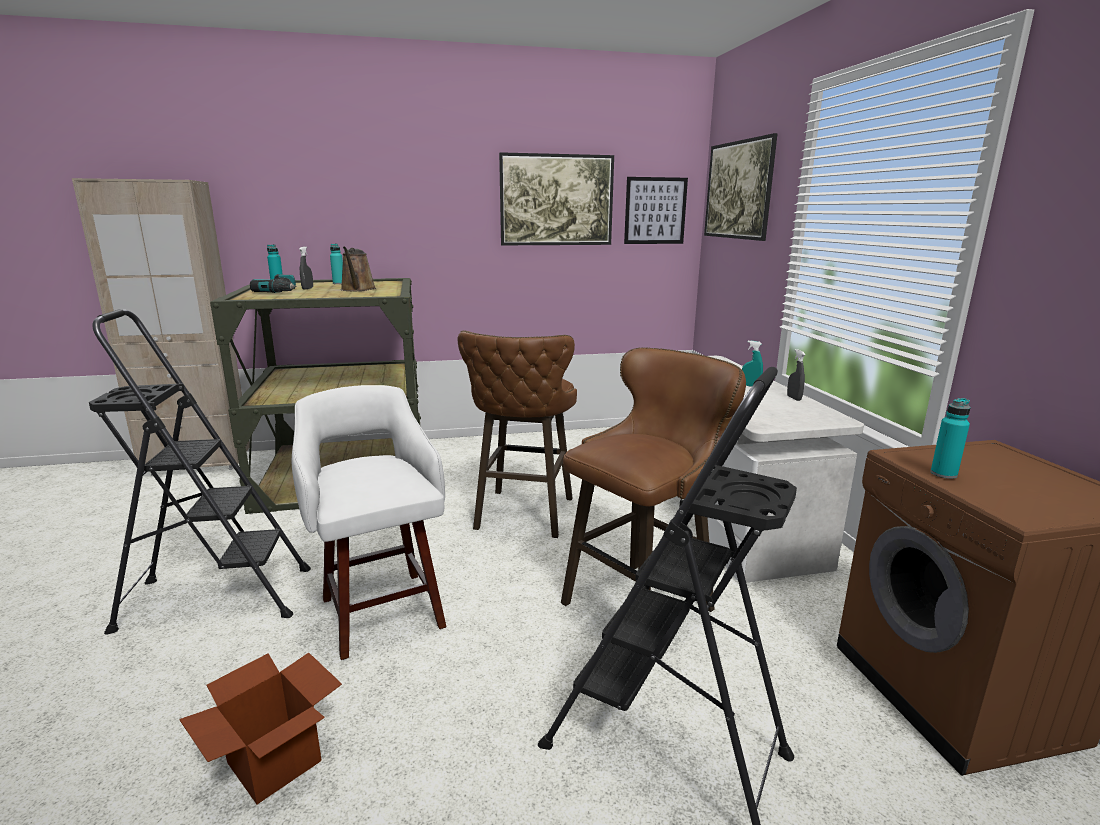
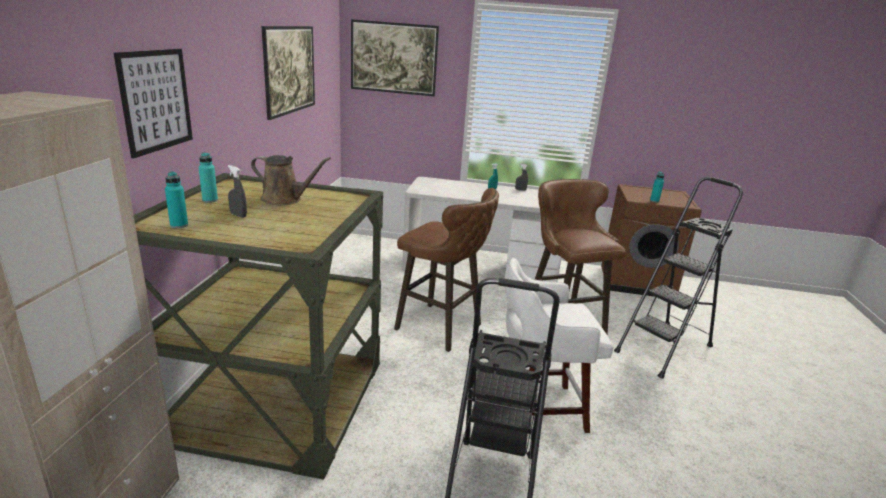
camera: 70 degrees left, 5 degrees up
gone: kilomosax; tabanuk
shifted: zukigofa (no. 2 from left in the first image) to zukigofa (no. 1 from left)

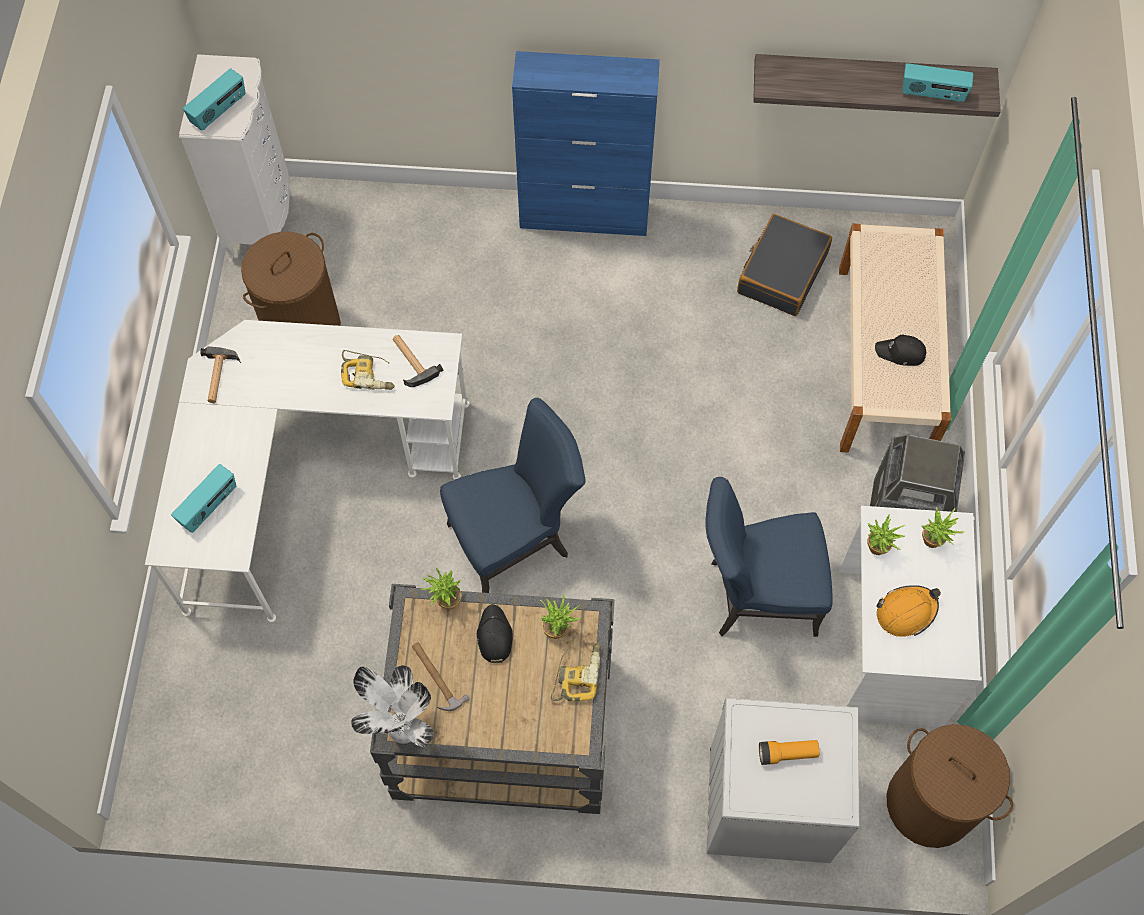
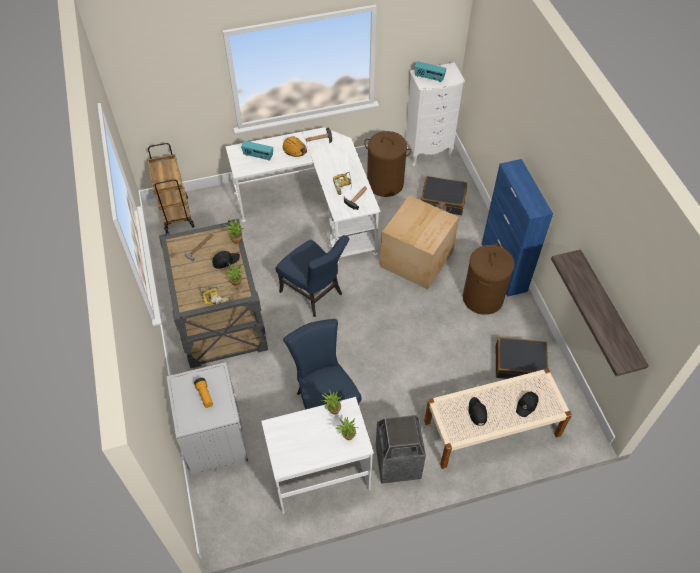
camera: 70 degrees right, 10 degrees down
gone: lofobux (no. 1 from left); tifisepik (no. 3 from left)
new: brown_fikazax; kilomosax; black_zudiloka (no. 1 from left); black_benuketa (no. 3 from left)
shifted: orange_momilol; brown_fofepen (no. 2 from left)

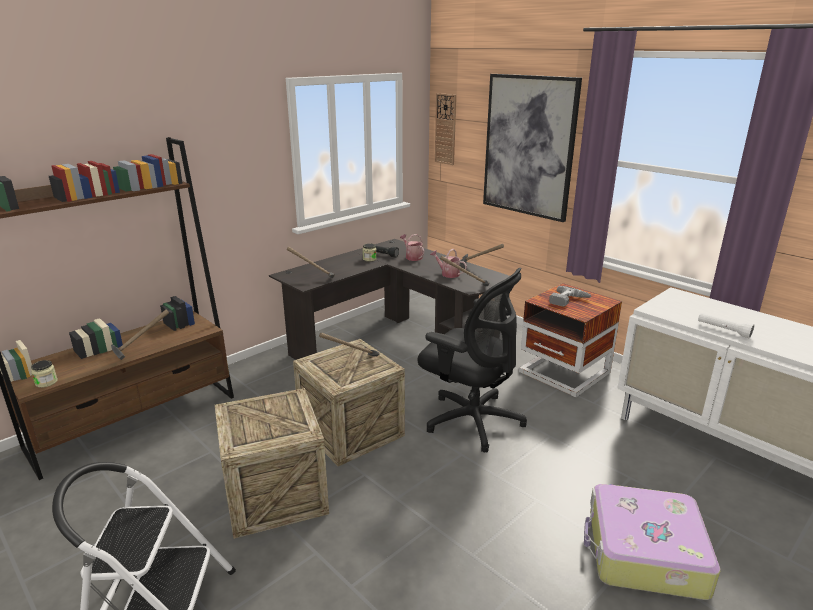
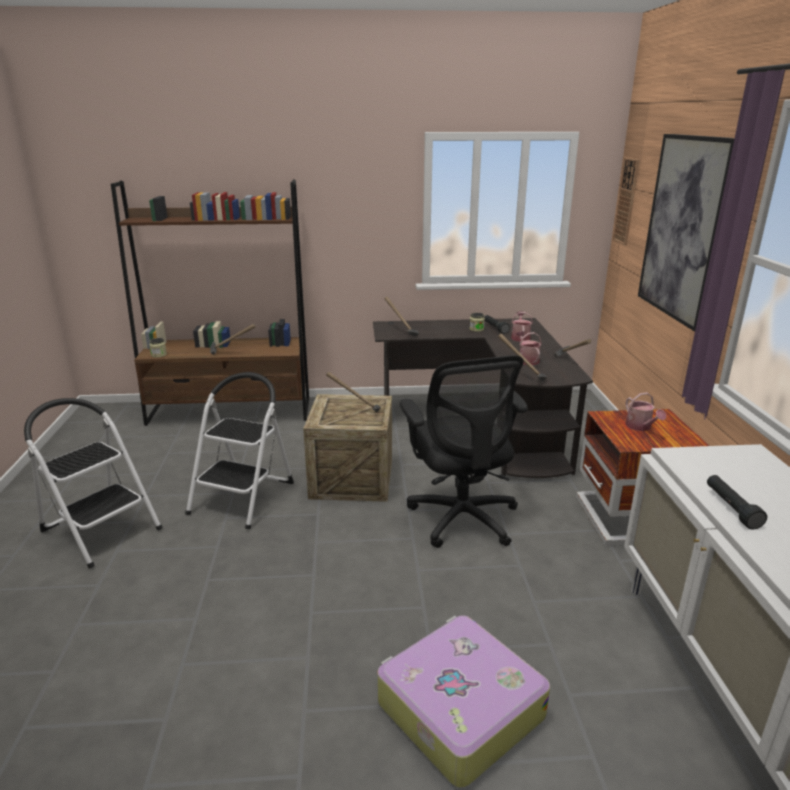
camera: 40 degrees right, 0 degrees up
swapped: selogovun (no. 1 from left) to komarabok (no. 2 from left); tabanuk to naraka (no. 3 from left)
repainted: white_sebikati to black_sebikati (no. 2 from left)

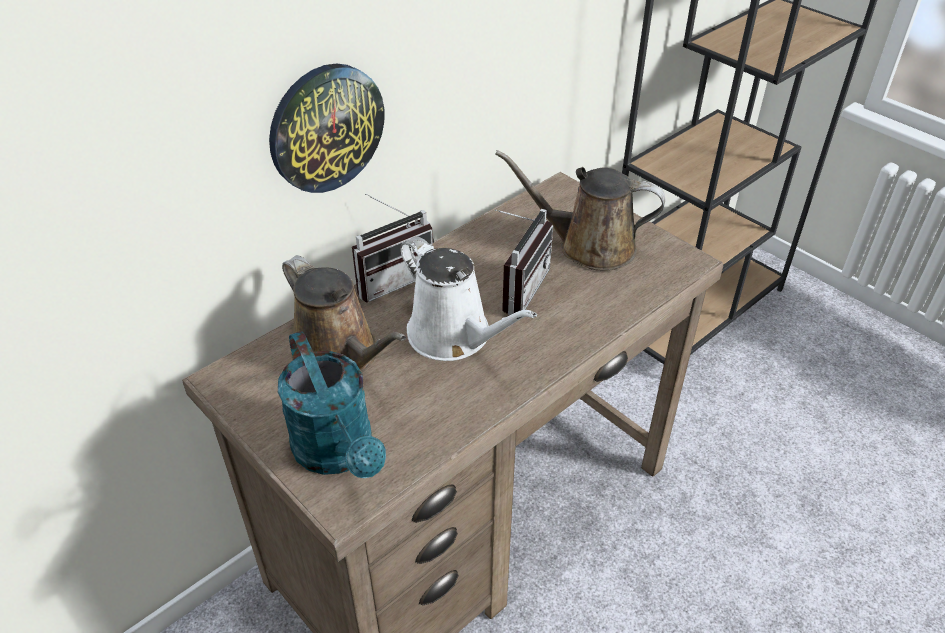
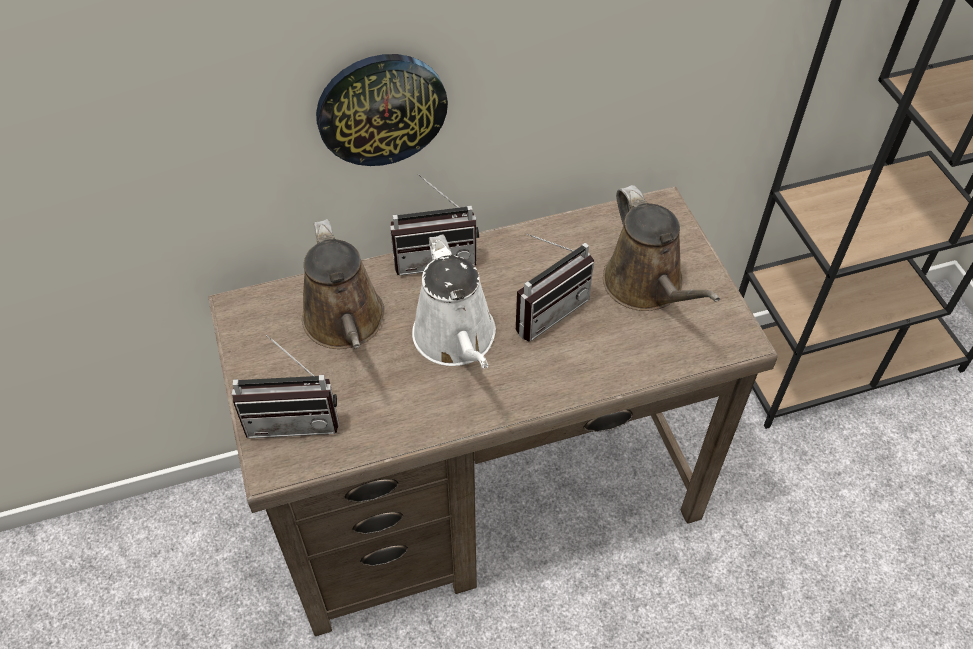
camera: 25 degrees right, 10 degrees up
swapped: turquoise_naraka to tifisepik (no. 1 from left)
rotated: brown_naraka (no. 2 from left) 150 degrees counterclockwise

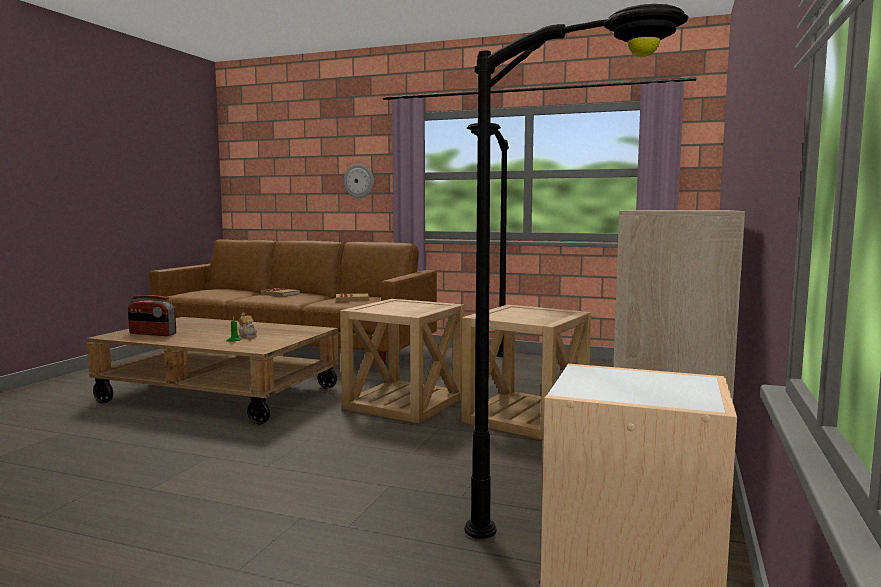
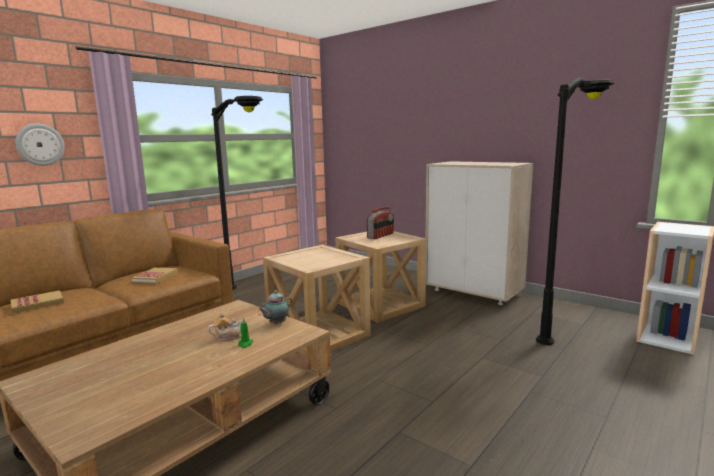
camera: 70 degrees left, 5 degrees up
new: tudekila (no. 2 from left)
shifted: tifisepik

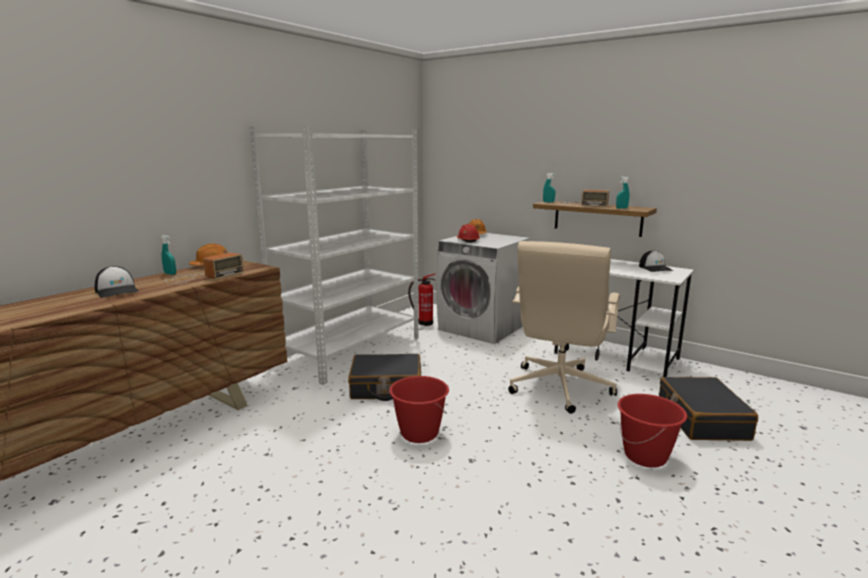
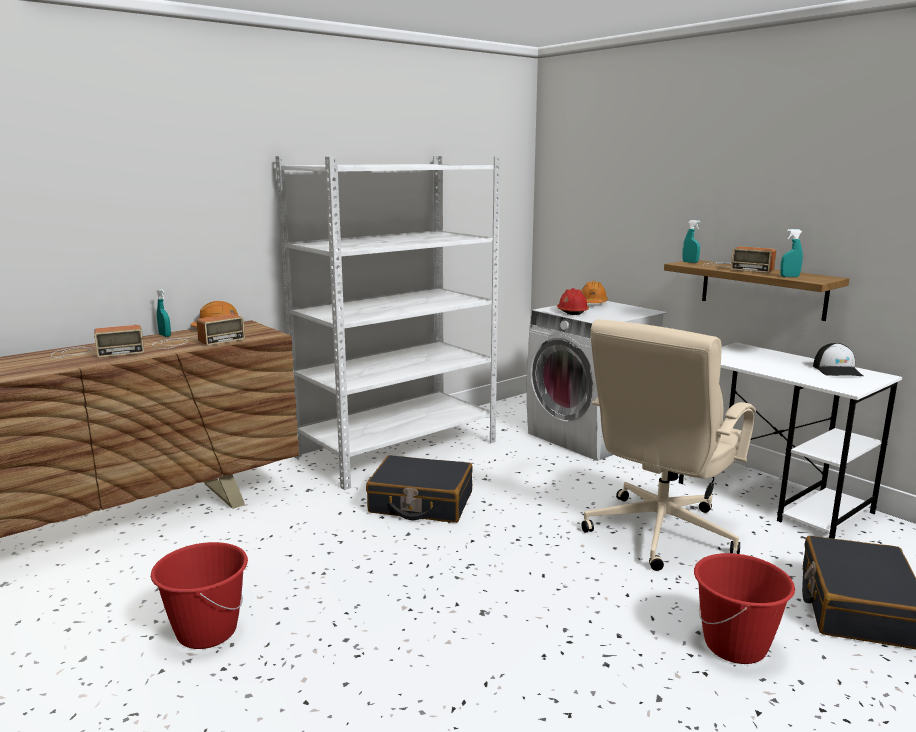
camera: 15 degrees right, 0 degrees up
gone: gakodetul
shifted: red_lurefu (no. 1 from left)
swapped: benuketa (no. 1 from left) to tifisepik (no. 1 from left)

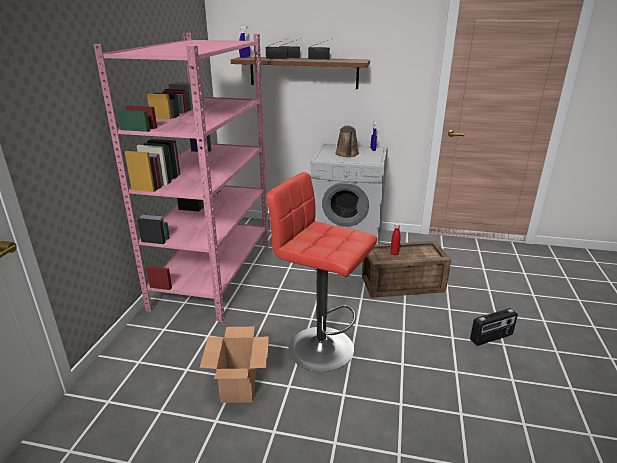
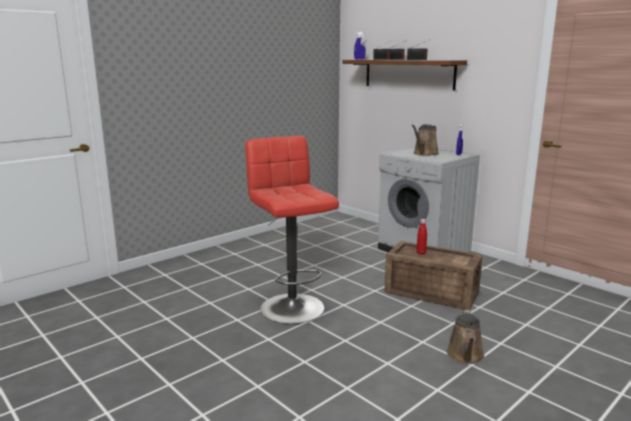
camera: 35 degrees right, 10 degrees down
gone: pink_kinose; kilomosax
swapped: tifisepik (no. 4 from left) to brown_naraka (no. 2 from left)

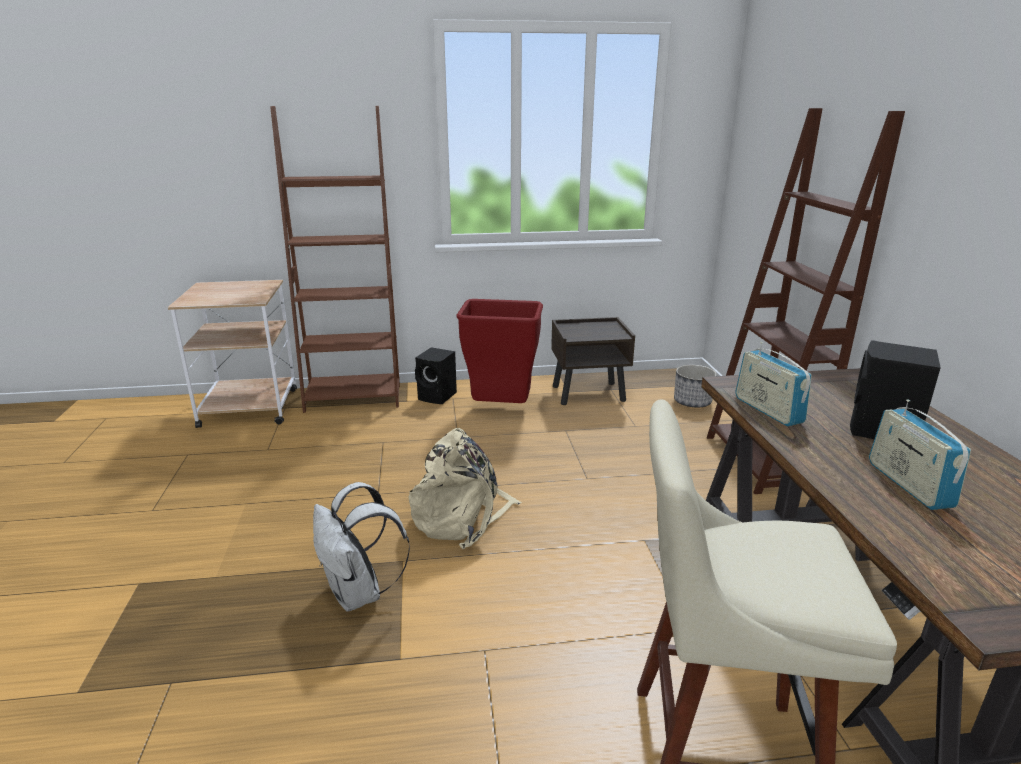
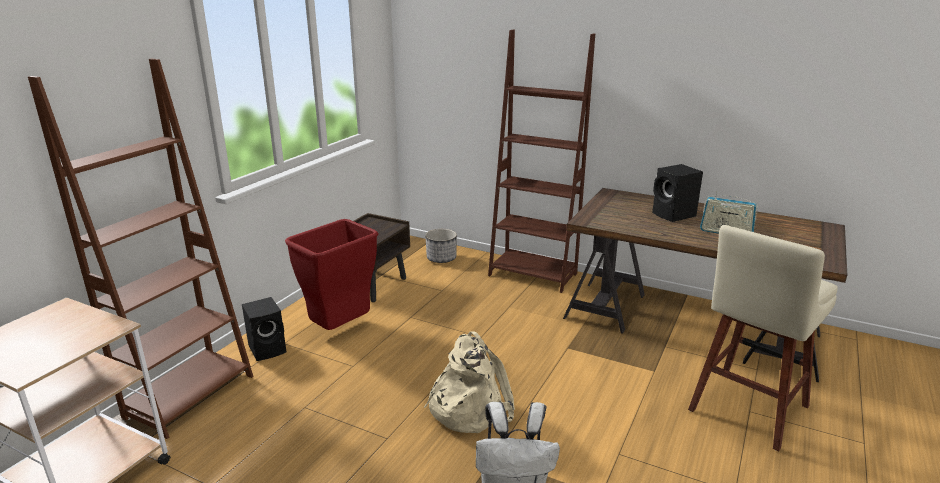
camera: 55 degrees left, 0 degrees up
gone: tifisepik (no. 1 from left)

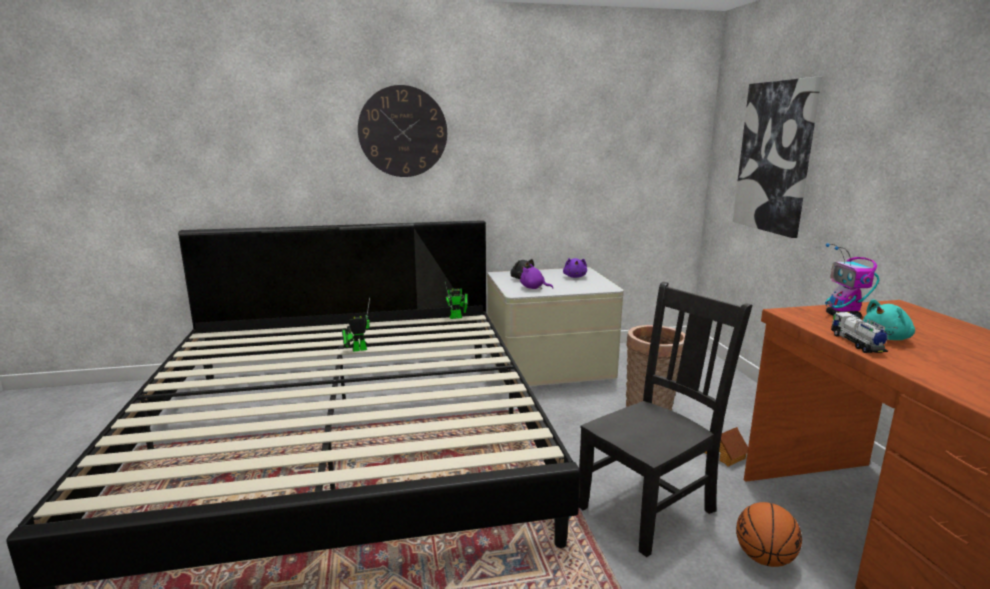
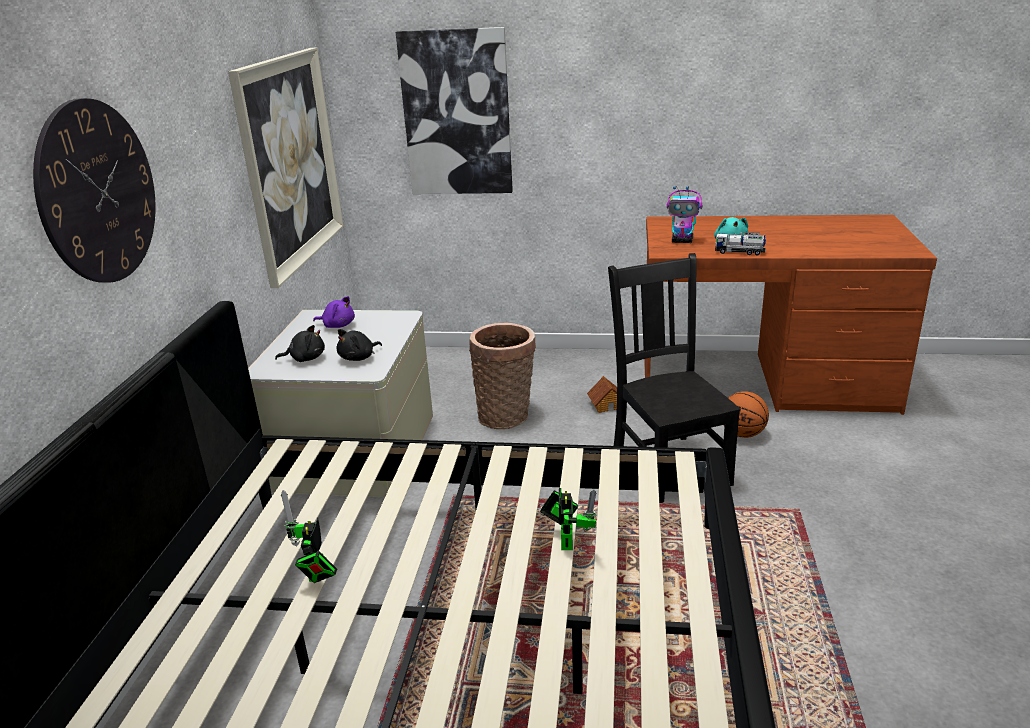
camera: 70 degrees left, 10 degrees up
new: zukigofa (no. 1 from left)
shifted: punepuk (no. 2 from left)
repainted: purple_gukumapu (no. 1 from left) to black_gukumapu (no. 2 from left)

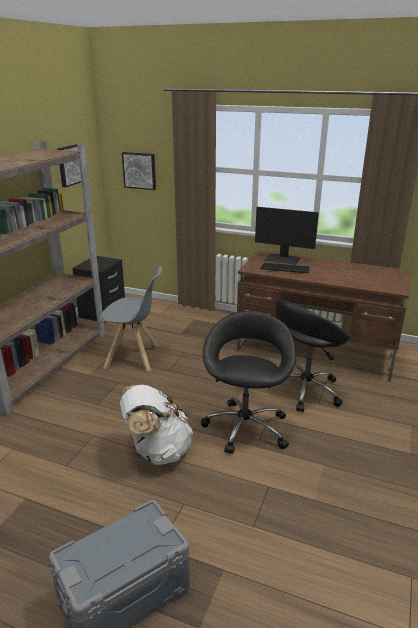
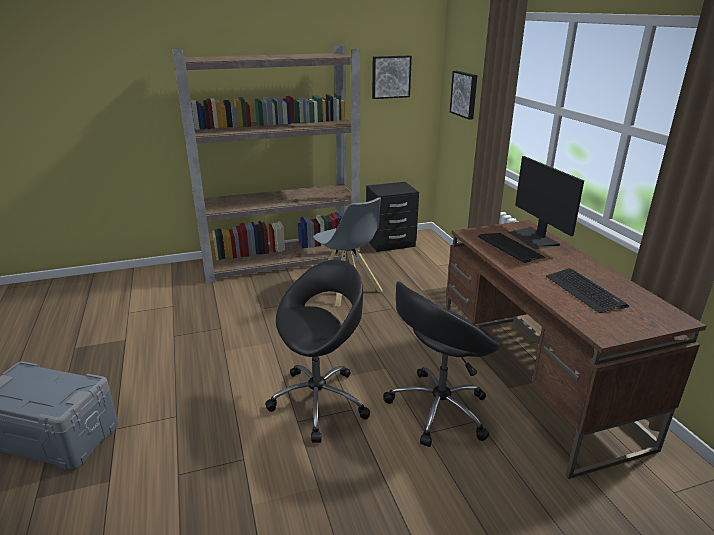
camera: 50 degrees right, 0 degrees up
gone: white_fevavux
new: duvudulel (no. 2 from left)
rotated: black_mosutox (no. 2 from left) 45 degrees counterclockwise

